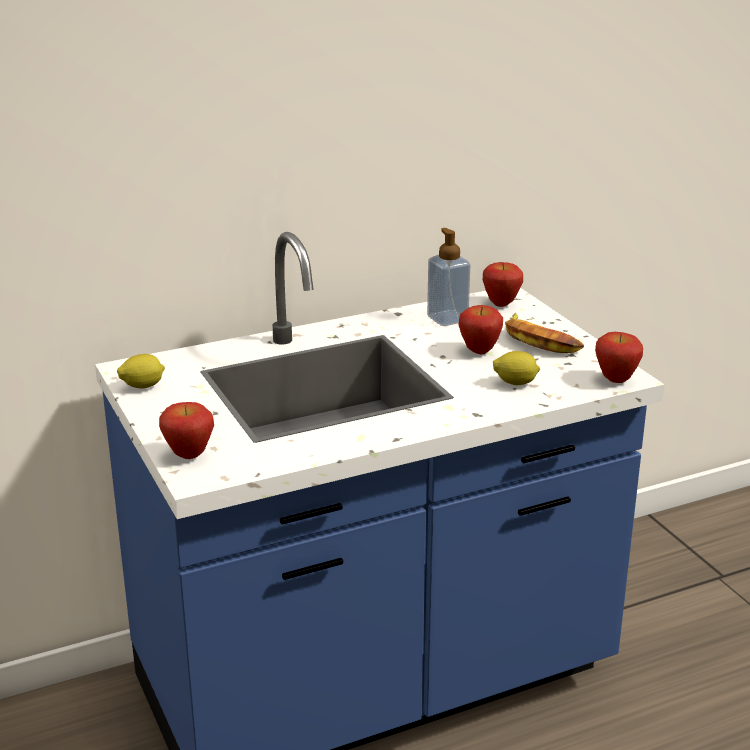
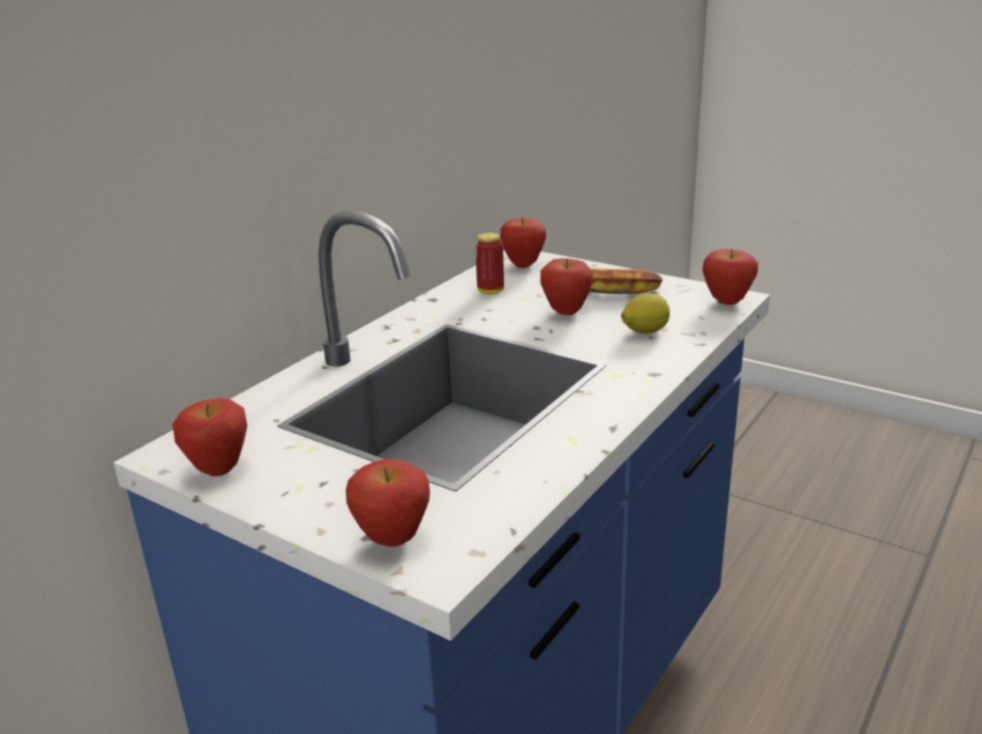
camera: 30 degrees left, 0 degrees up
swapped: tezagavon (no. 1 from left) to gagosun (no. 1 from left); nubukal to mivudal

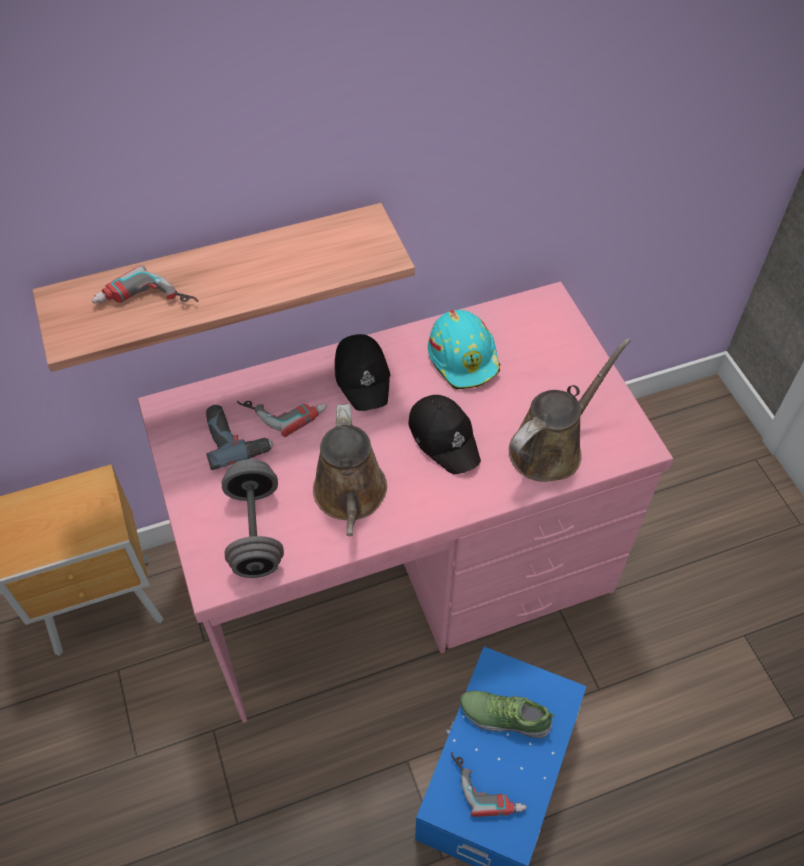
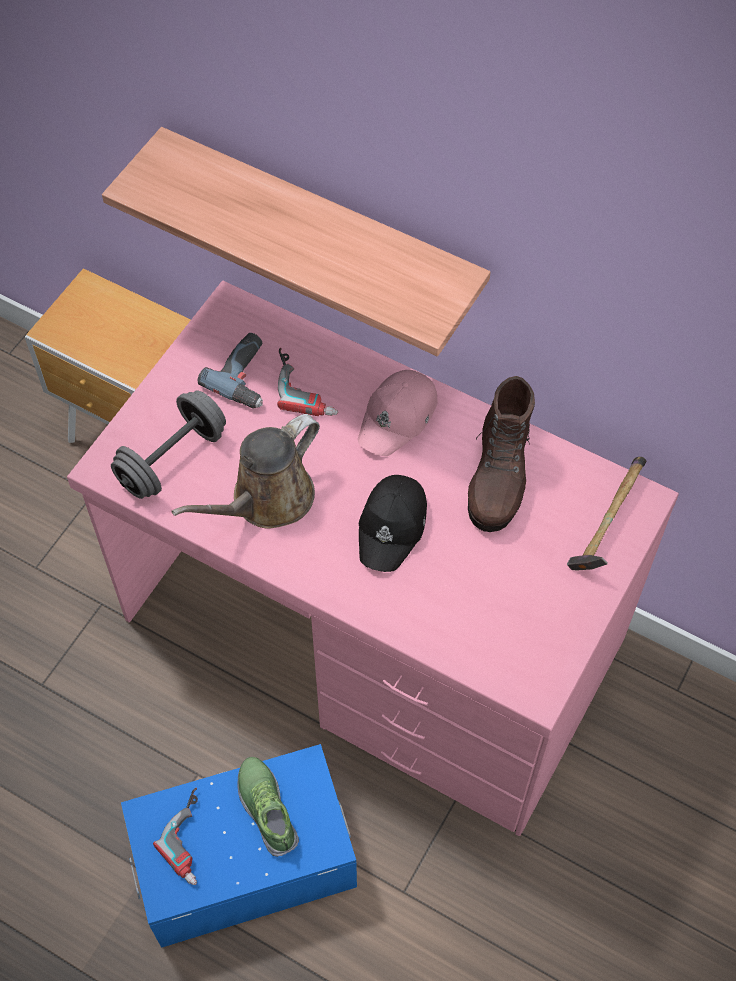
camera: 50 degrees right, 5 degrees up
gone: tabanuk (no. 1 from left); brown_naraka (no. 2 from left)
new: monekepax
swapped: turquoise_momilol to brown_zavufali
repainted: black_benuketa (no. 1 from left) to pink_benuketa

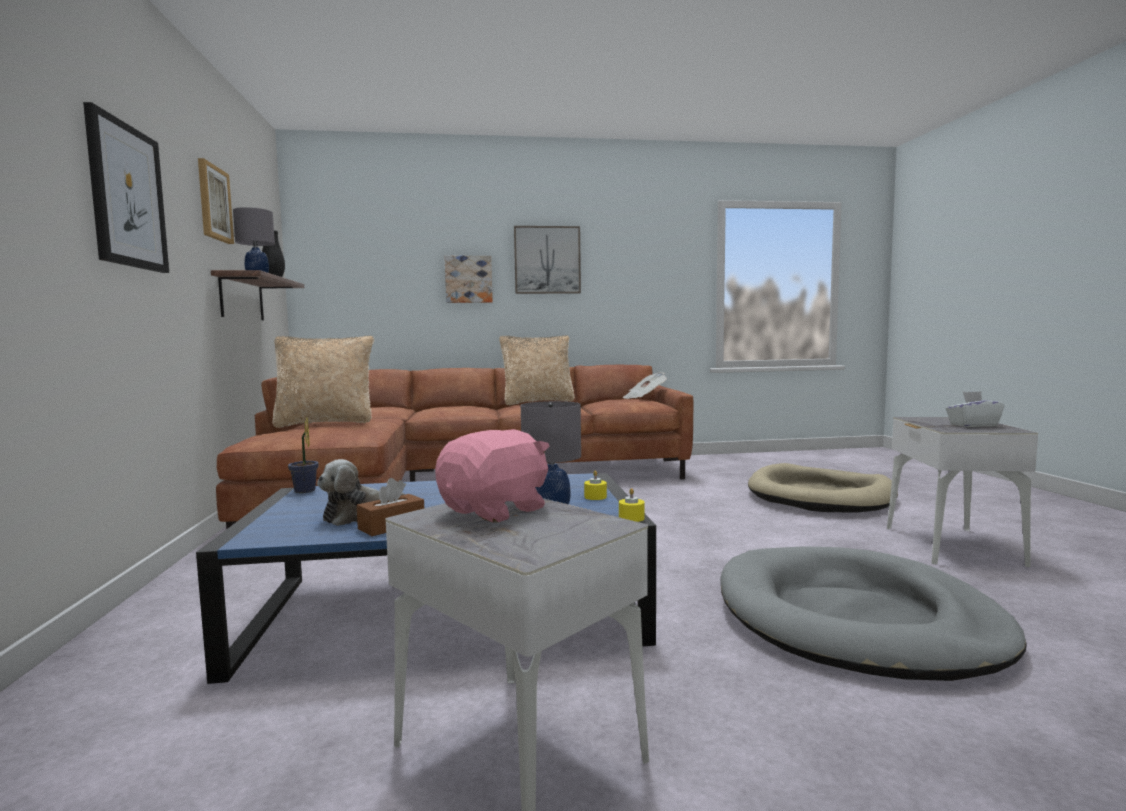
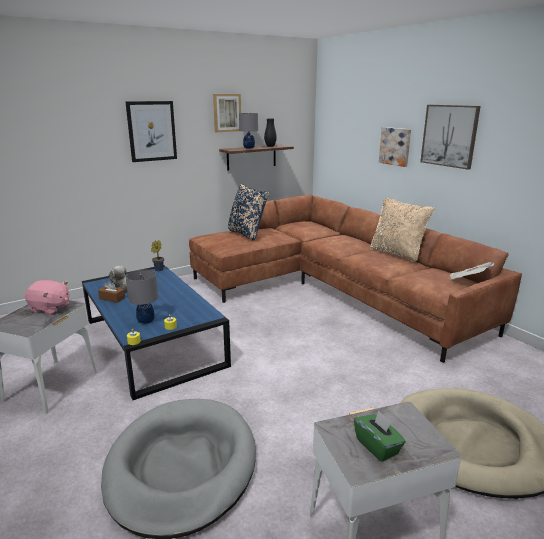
camera: 65 degrees right, 15 degrees up
repainted: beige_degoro (no. 1 from left) to blue_degoro; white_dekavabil to green_dekavabil

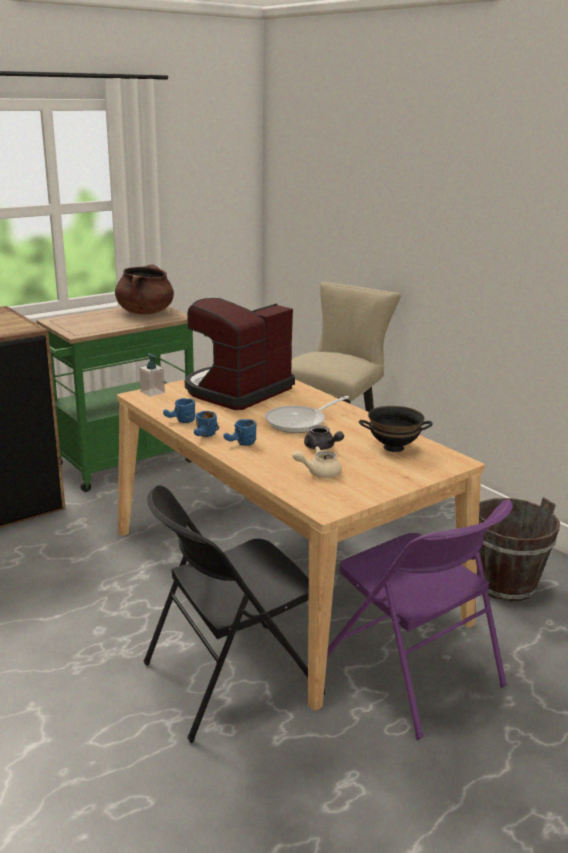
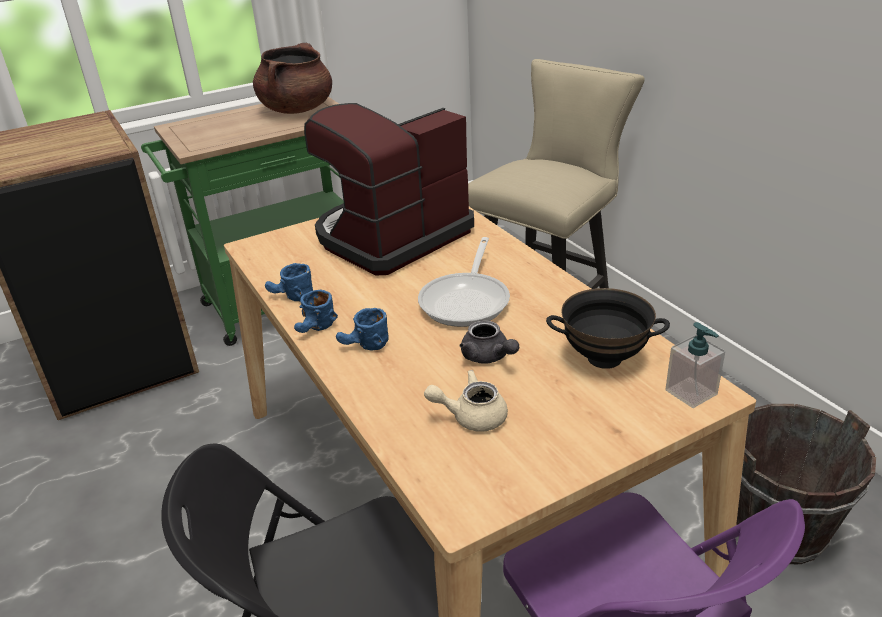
camera: 10 degrees right, 10 degrees up
shifted: nubukal
rotated: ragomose 45 degrees counterclockwise

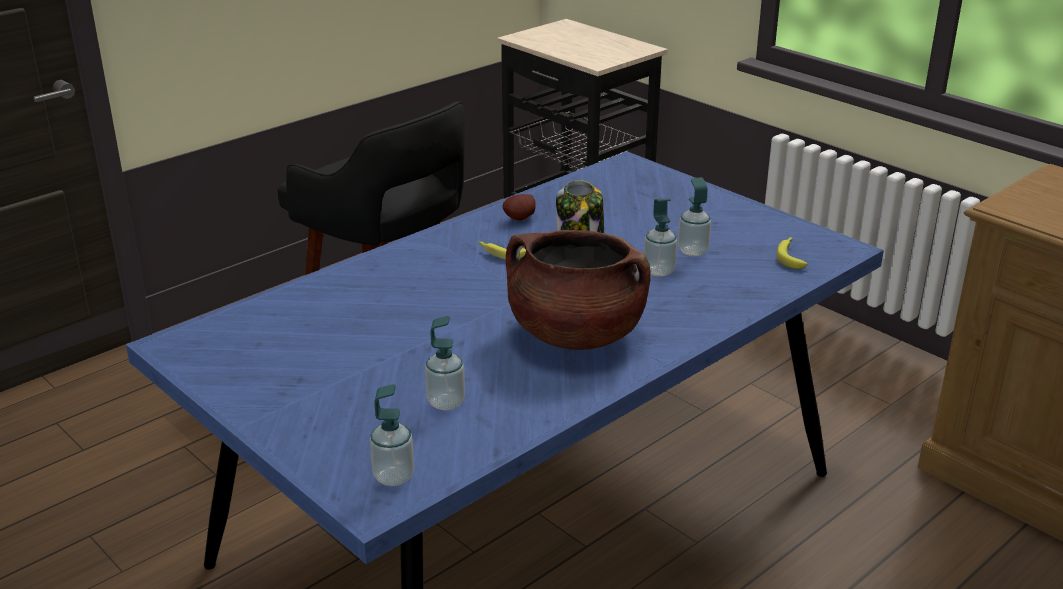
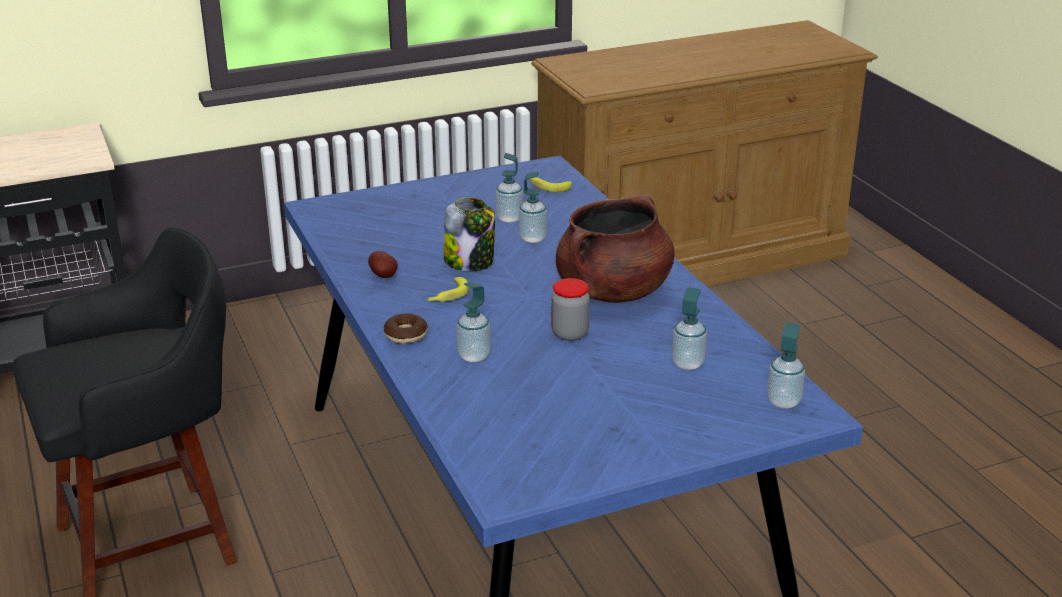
camera: 70 degrees left, 0 degrees up
new: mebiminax; nubukal (no. 1 from left); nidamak (no. 2 from left)

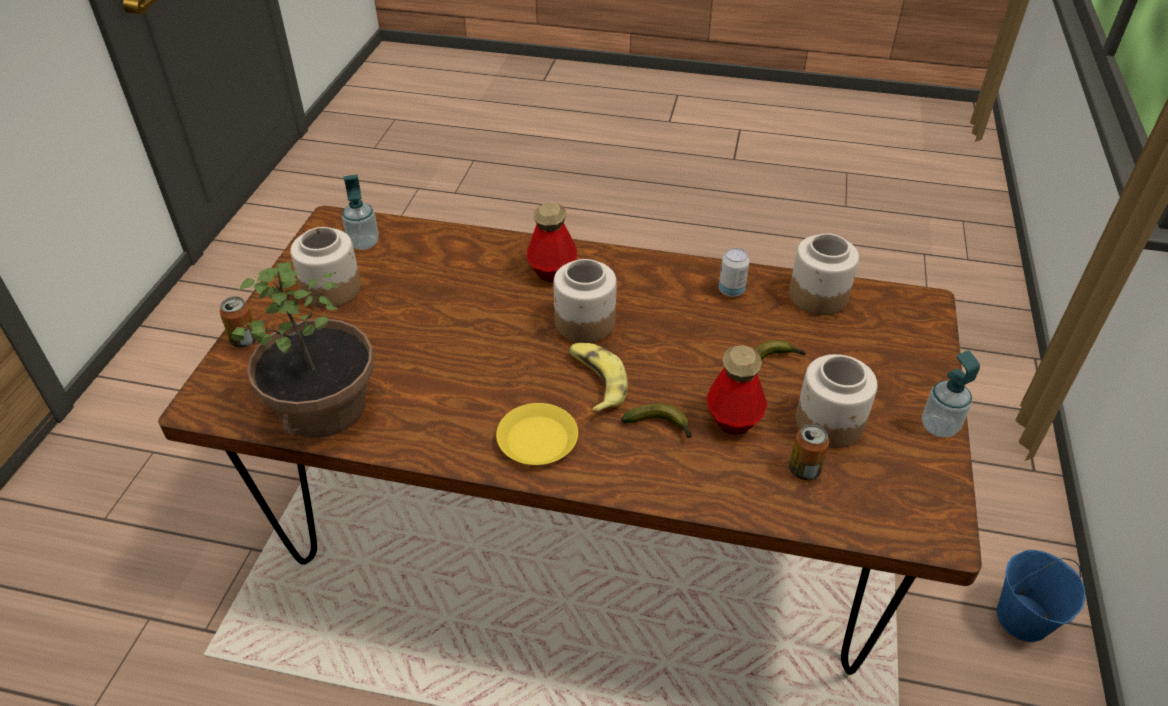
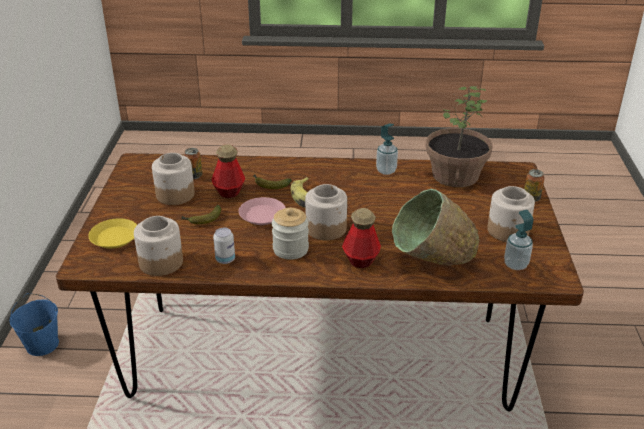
camera: 170 degrees right, 10 degrees down
new: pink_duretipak; nidamak (no. 3 from left); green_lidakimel
shifted: yellow_duretipak; nubukal (no. 2 from left in the first image) to nubukal (no. 1 from left)

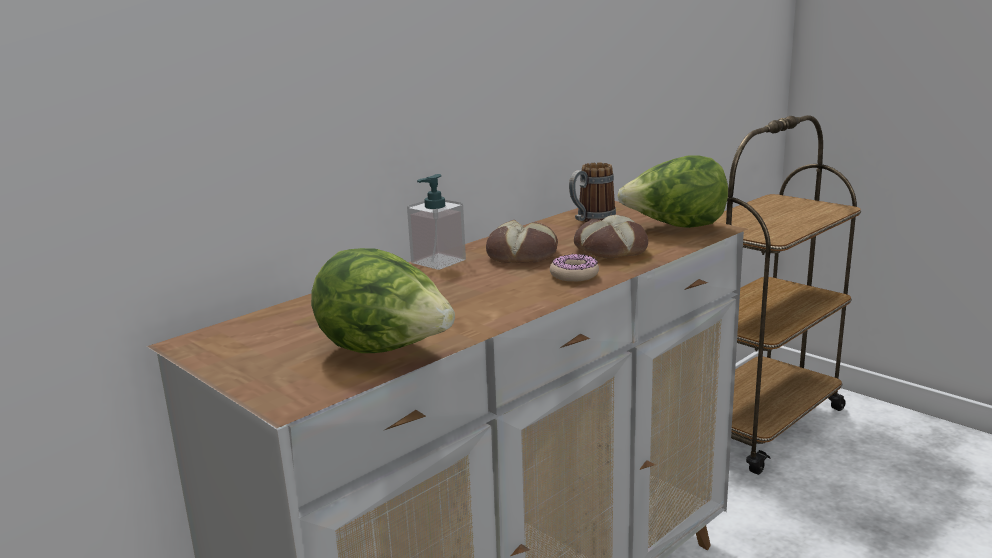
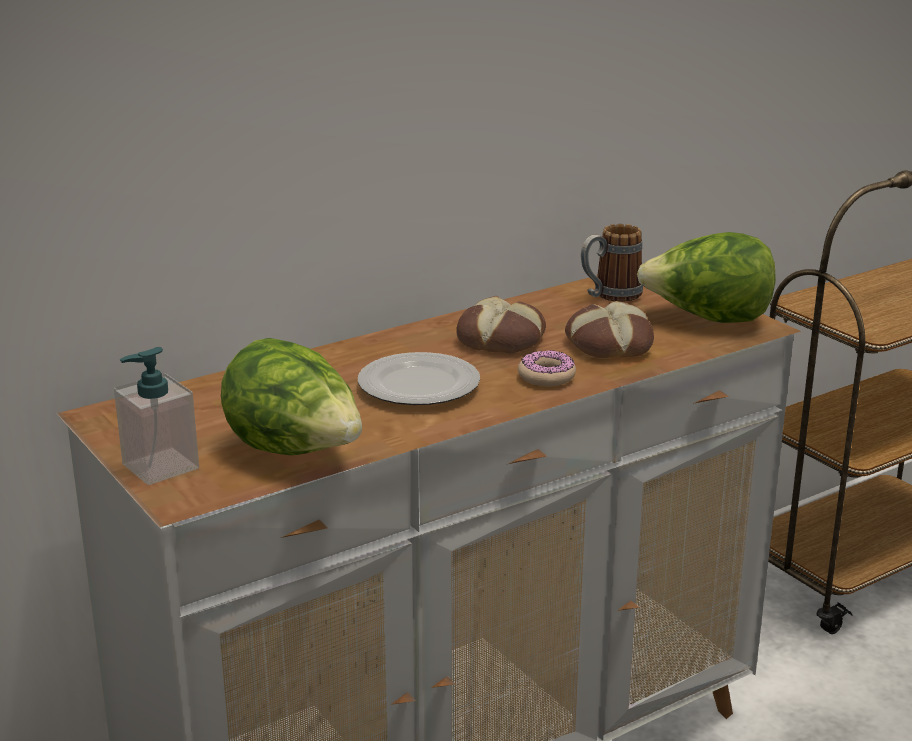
camera: 10 degrees right, 5 degrees up
new: duretipak
shifted: nubukal

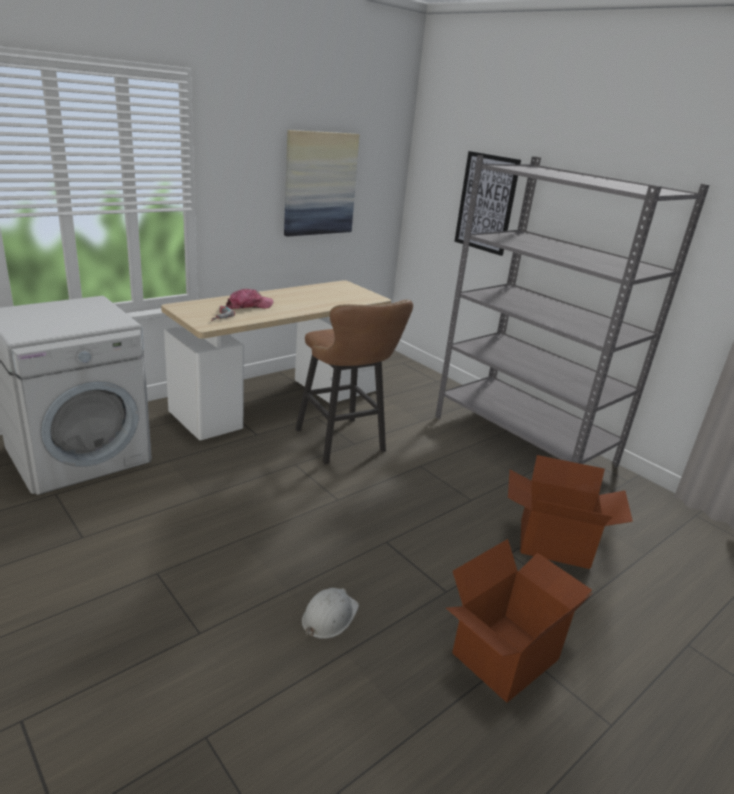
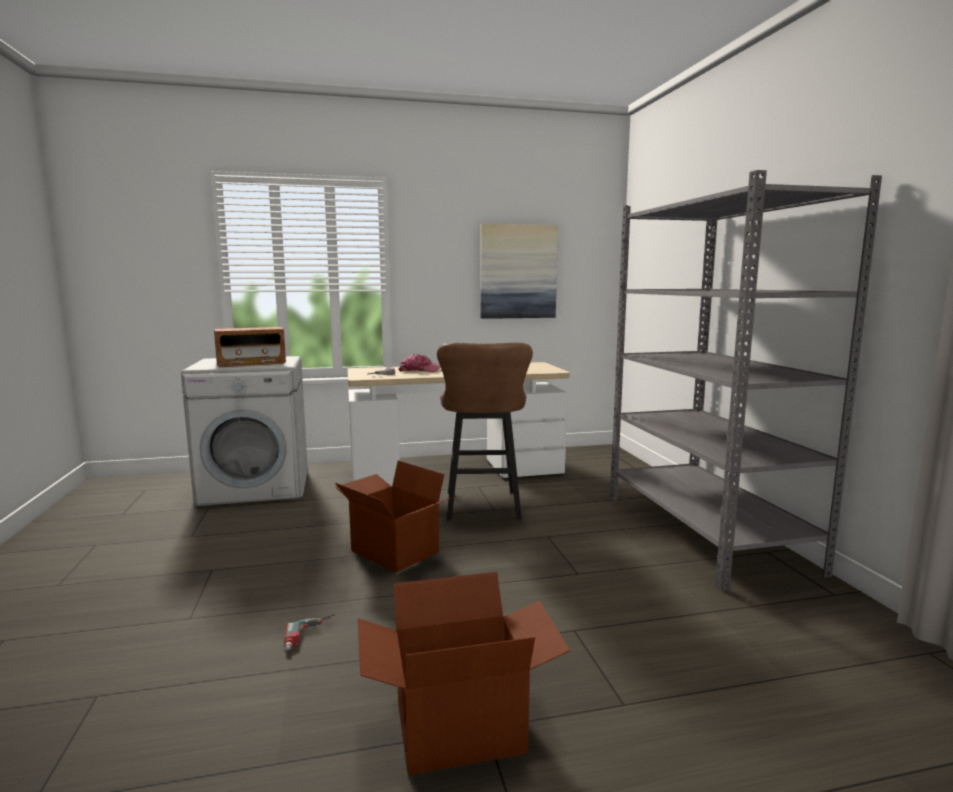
camera: 30 degrees right, 15 degrees down
gone: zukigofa (no. 2 from left)
new: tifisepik
shifted: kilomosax (no. 2 from left in the first image) to kilomosax (no. 1 from left)
swapped: white_momilol to tabanuk (no. 1 from left)

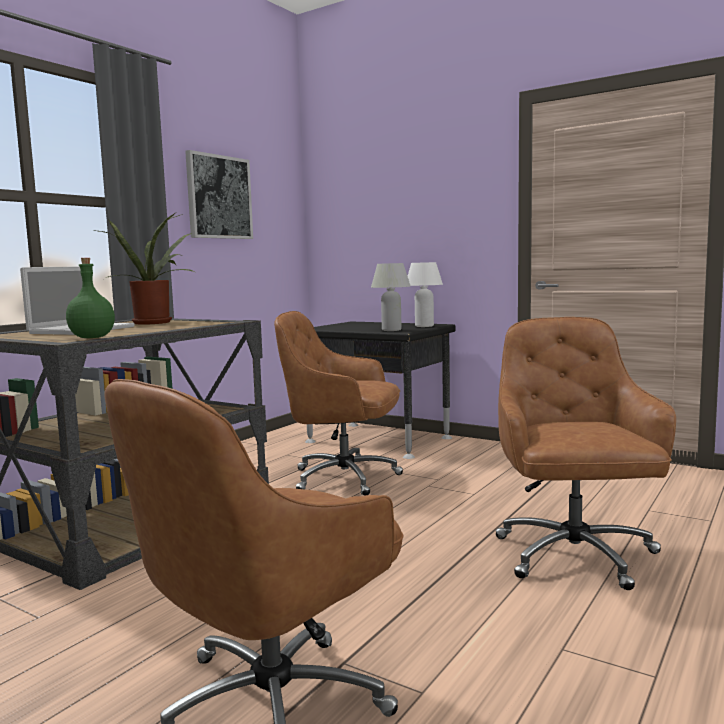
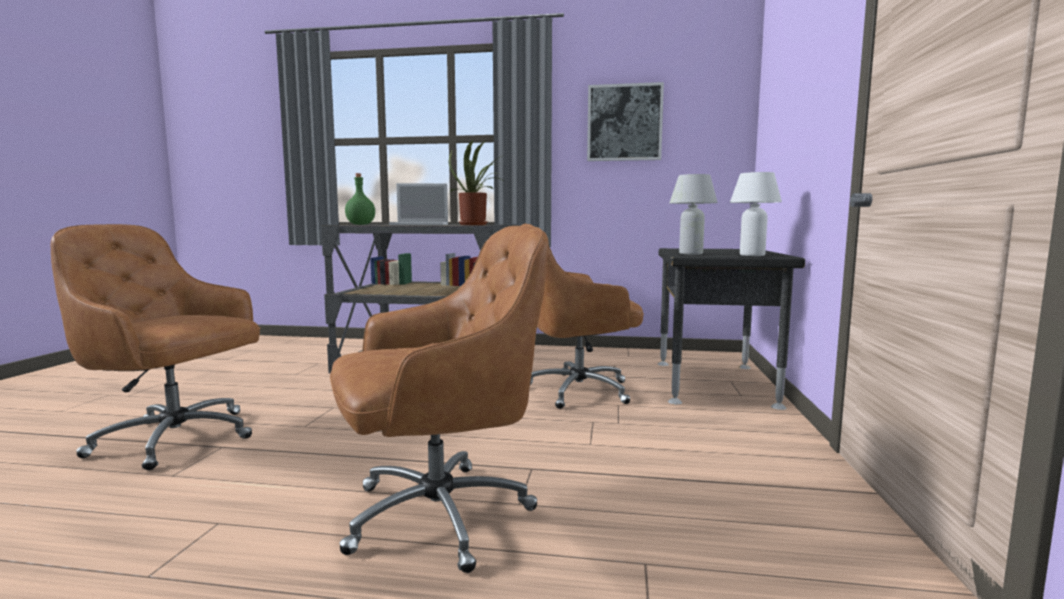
camera: 65 degrees right, 0 degrees up
rotated: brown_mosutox (no. 2 from left in the first image) 90 degrees counterclockwise

